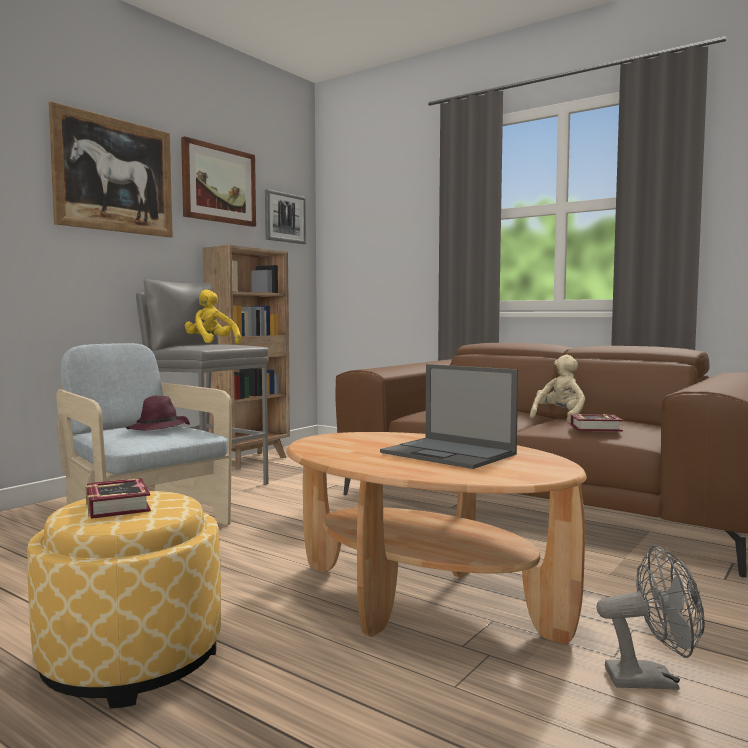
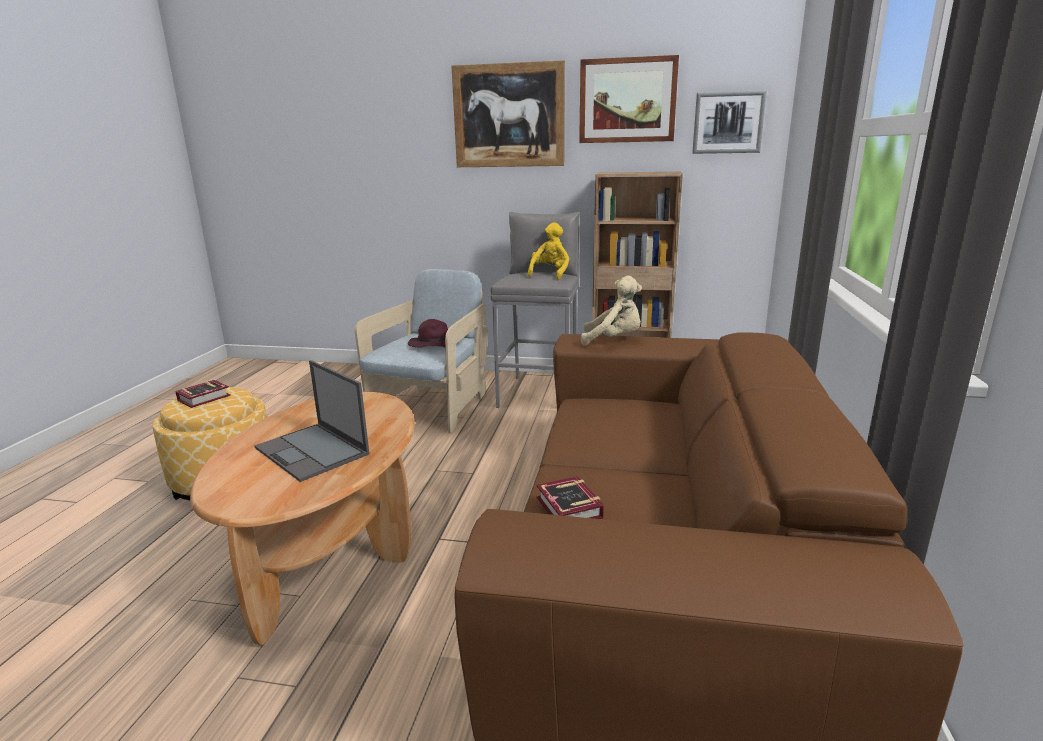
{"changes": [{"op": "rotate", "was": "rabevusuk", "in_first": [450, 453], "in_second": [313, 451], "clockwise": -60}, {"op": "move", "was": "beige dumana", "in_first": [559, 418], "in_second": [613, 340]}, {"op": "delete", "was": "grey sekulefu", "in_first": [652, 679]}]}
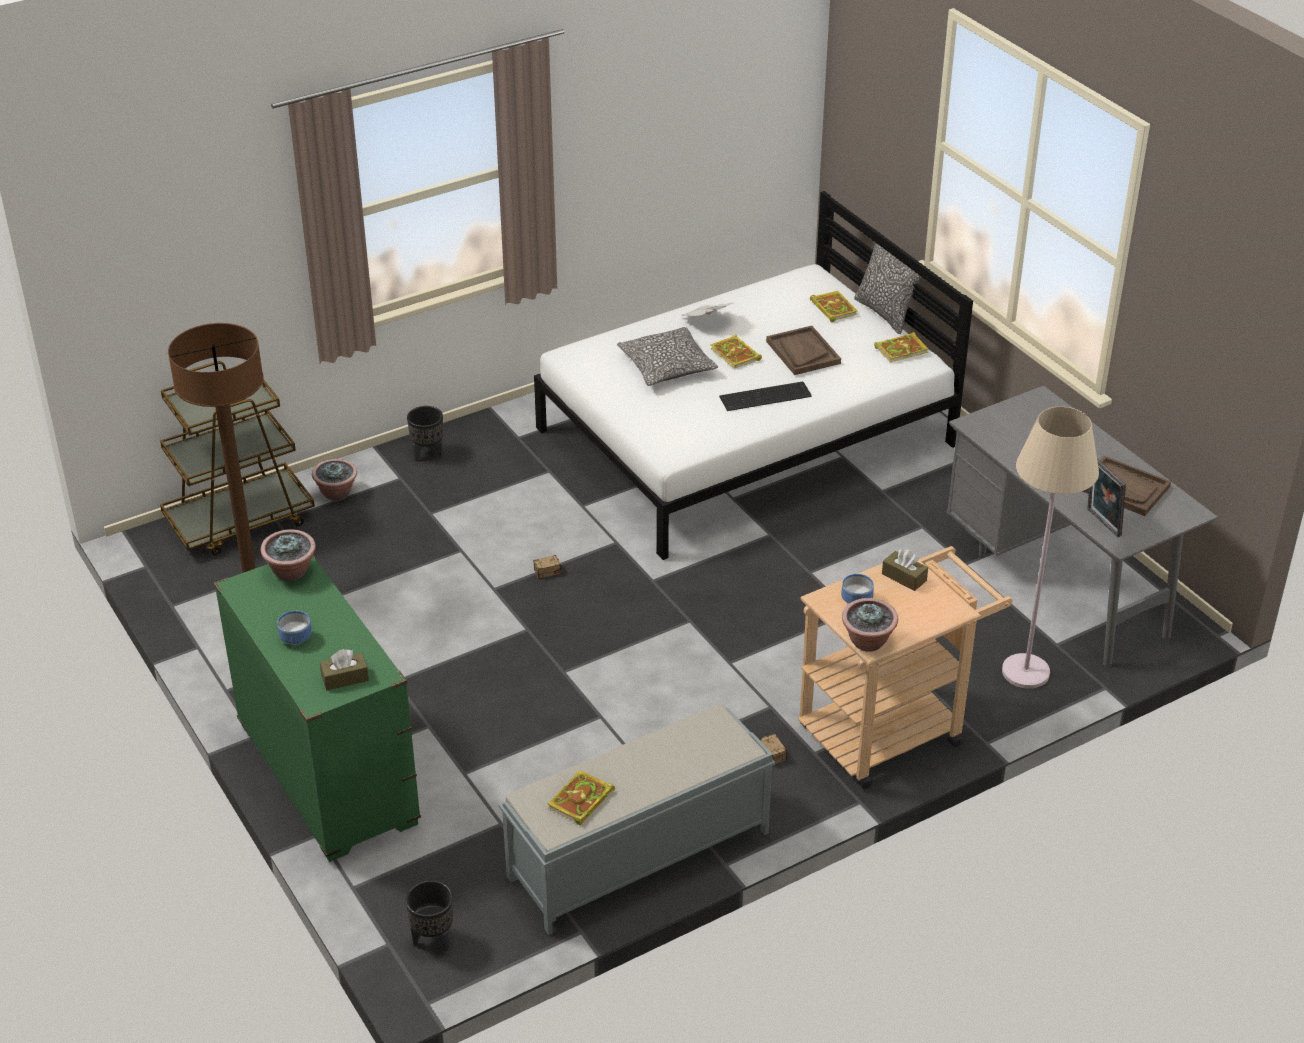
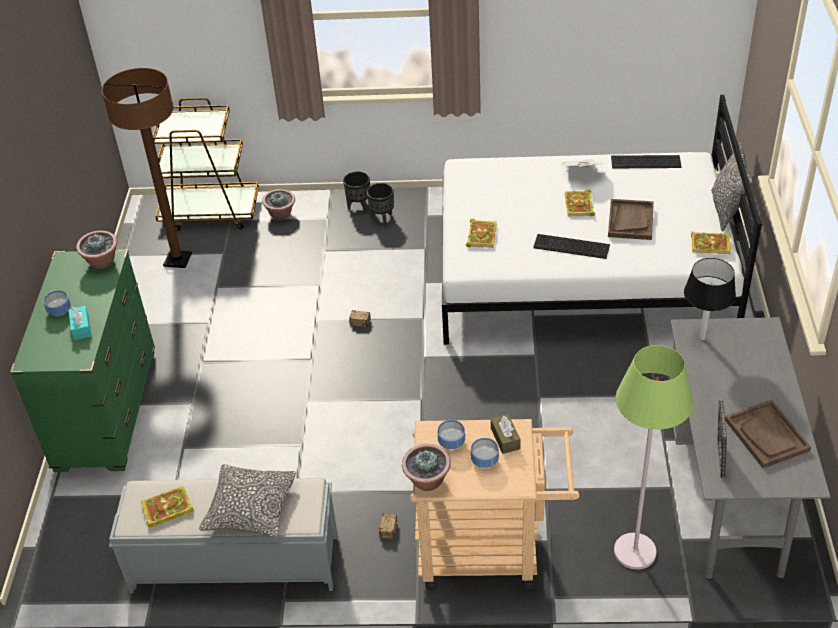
{"changes": [{"op": "delete", "was": "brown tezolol", "in_first": [345, 678]}, {"op": "move", "was": "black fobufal", "in_first": [432, 939], "in_second": [382, 219]}, {"op": "move", "was": "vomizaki", "in_first": [667, 366], "in_second": [250, 508]}, {"op": "move", "was": "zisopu", "in_first": [832, 308], "in_second": [481, 235]}, {"op": "recolor", "was": "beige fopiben", "now": "green fopiben", "in_first": [1026, 672], "in_second": [635, 552]}, {"op": "insert", "now": "turquoise tezolol", "in_second": [81, 327]}, {"op": "insert", "now": "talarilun", "in_second": [485, 461]}, {"op": "insert", "now": "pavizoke", "in_second": [646, 162]}, {"op": "insert", "now": "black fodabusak", "in_second": [702, 338]}]}
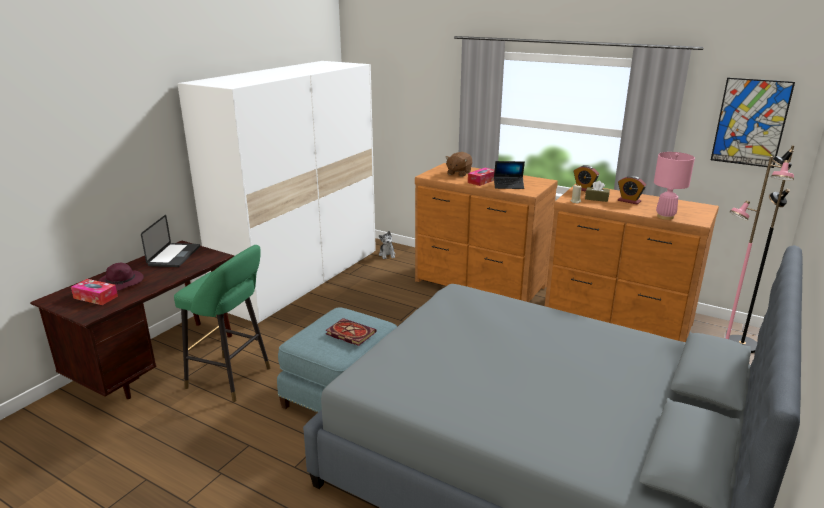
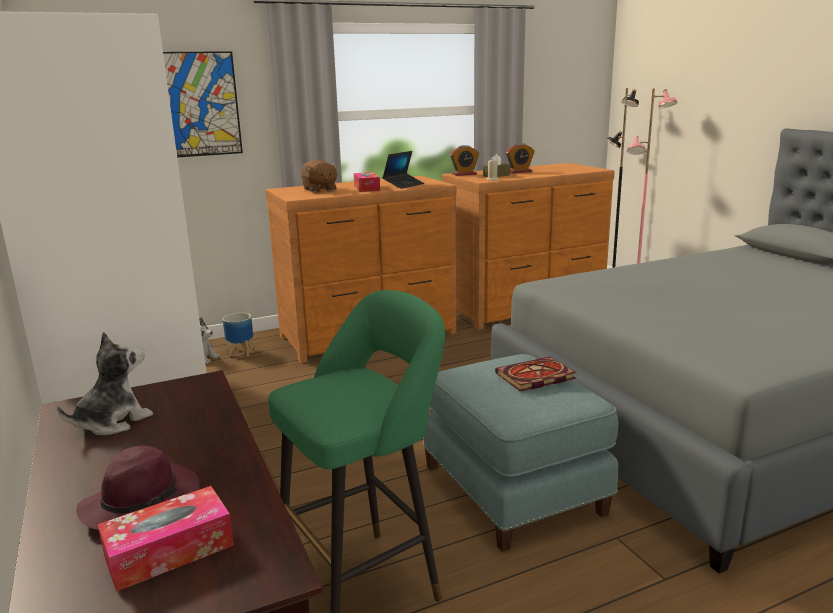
{"changes": [{"op": "replace", "was": "rabevusuk", "now": "dumana", "in_first": [174, 256], "in_second": [112, 422]}, {"op": "delete", "was": "pink fodabusak", "in_first": [665, 217]}, {"op": "move", "was": "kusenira", "in_first": [750, 122], "in_second": [202, 104]}, {"op": "insert", "now": "fobufal", "in_second": [240, 352]}]}
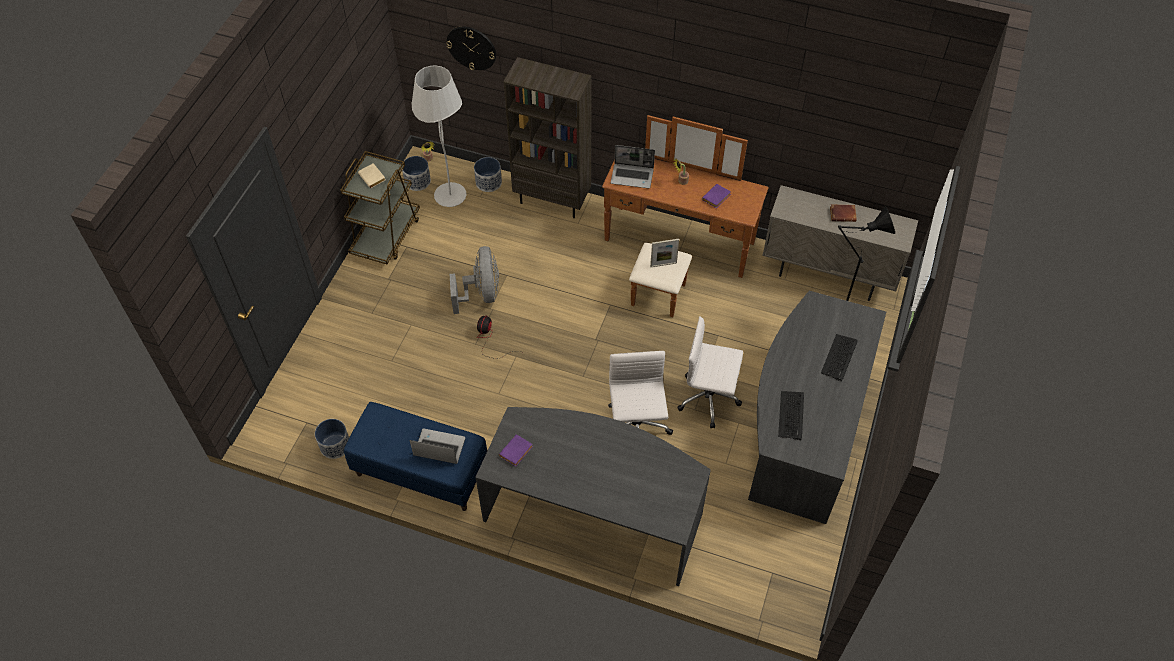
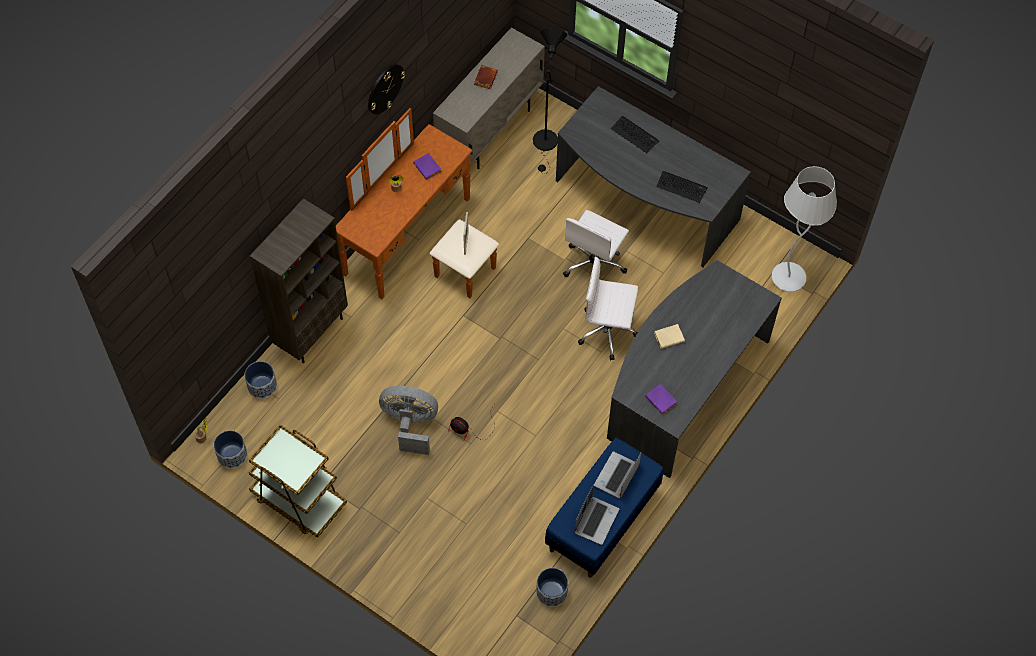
{"changes": [{"op": "move", "was": "beige zisopu", "in_first": [373, 177], "in_second": [669, 337]}, {"op": "move", "was": "white fopiben", "in_first": [450, 196], "in_second": [788, 278]}, {"op": "move", "was": "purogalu", "in_first": [471, 47], "in_second": [385, 88]}, {"op": "move", "was": "rabevusuk", "in_first": [632, 176], "in_second": [596, 520]}]}
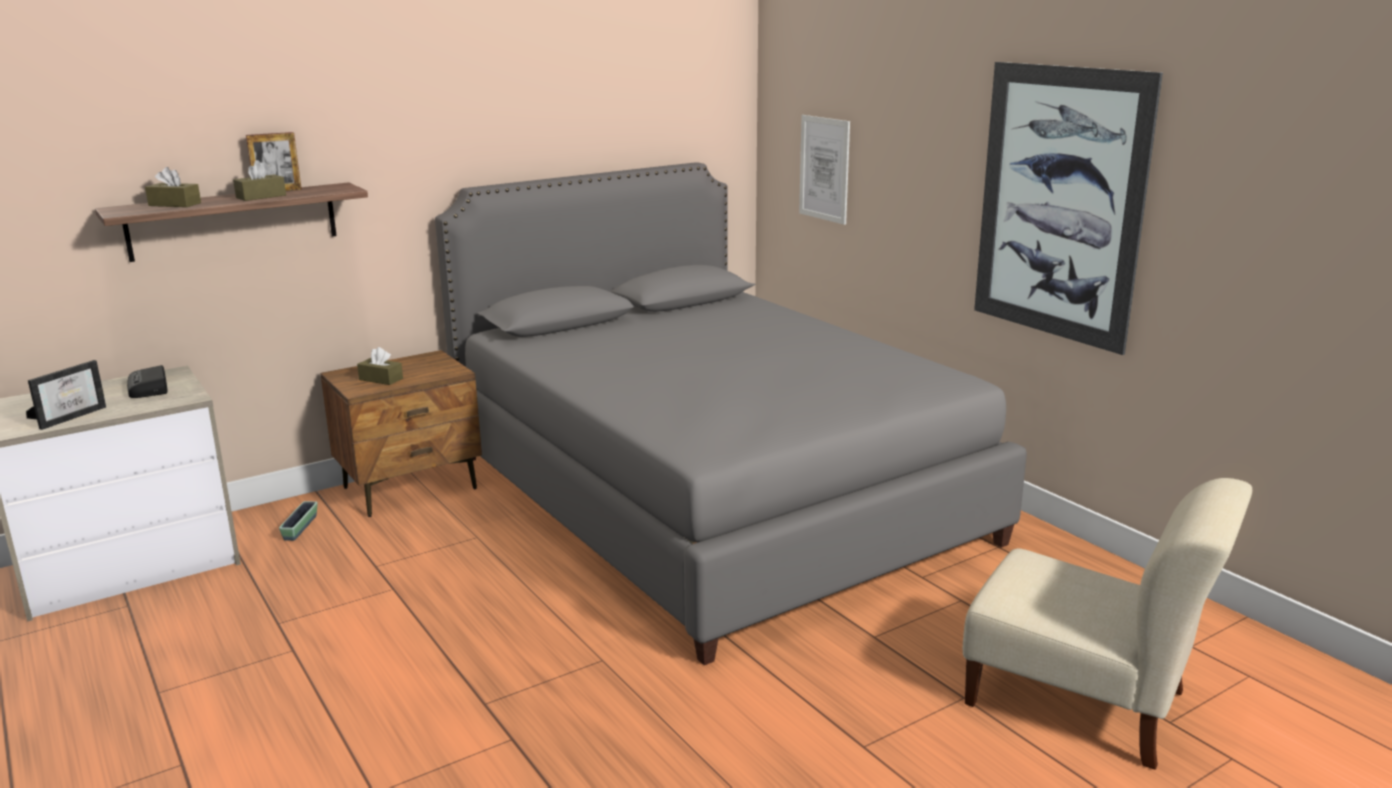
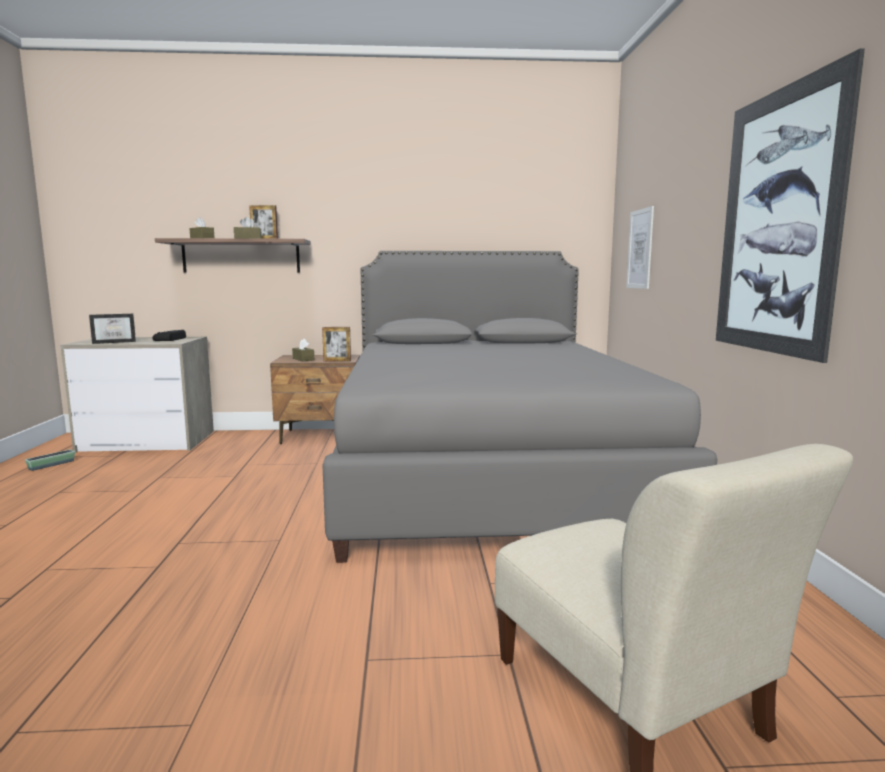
{"changes": [{"op": "move", "was": "fobufal", "in_first": [300, 528], "in_second": [51, 465]}, {"op": "insert", "now": "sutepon", "in_second": [337, 361]}]}
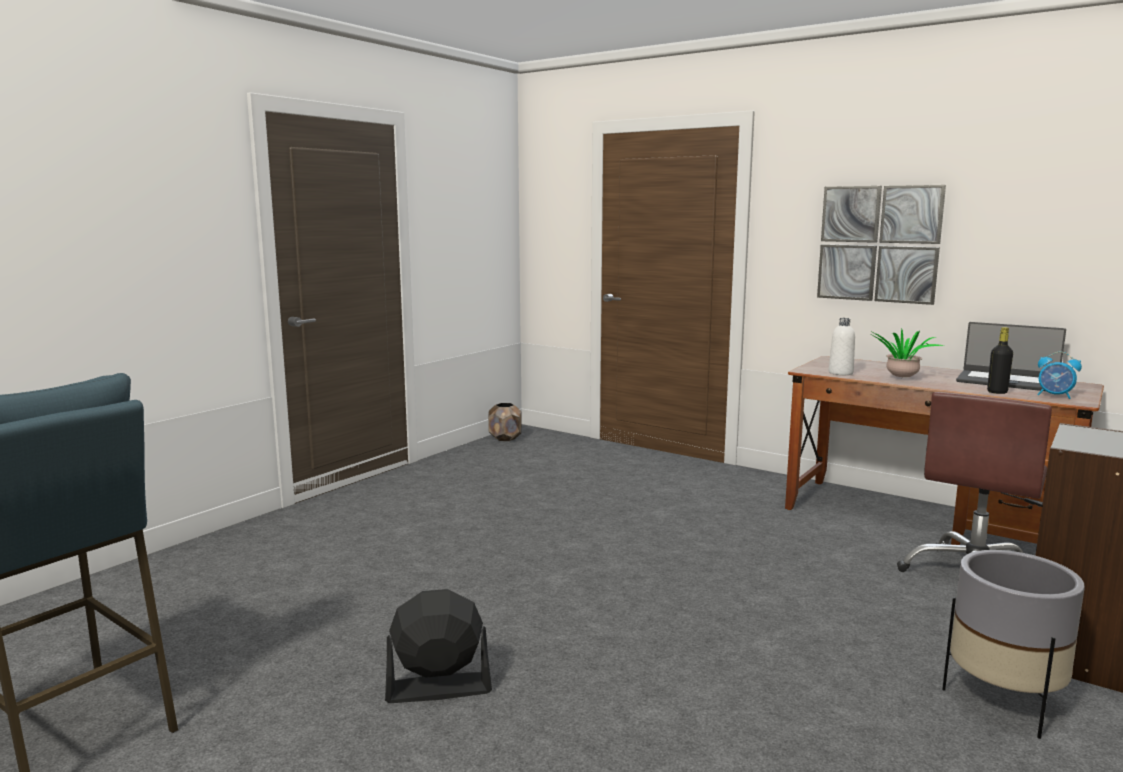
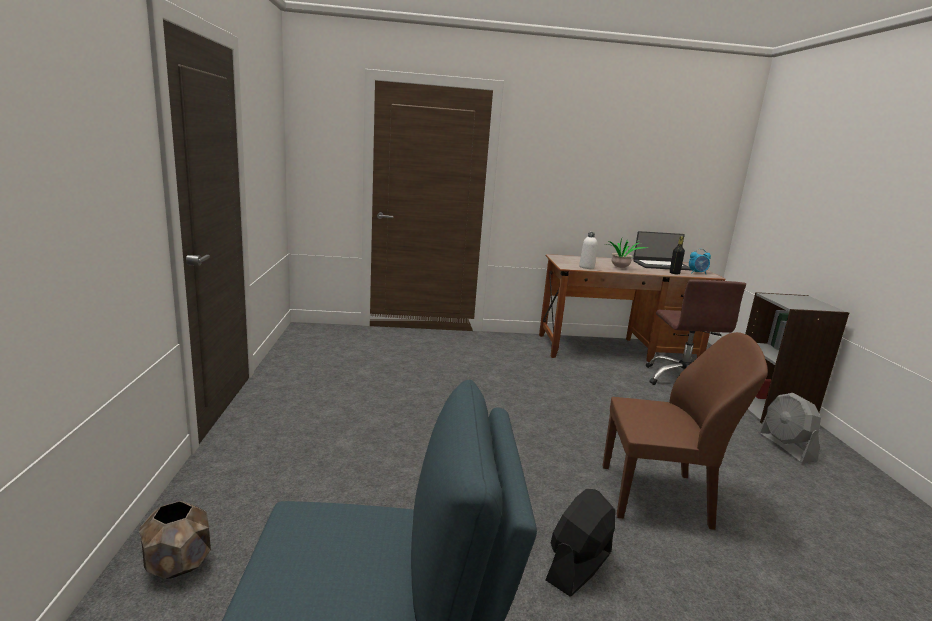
{"changes": [{"op": "move", "was": "brown fobufal", "in_first": [505, 438], "in_second": [179, 564]}, {"op": "delete", "was": "kusenira", "in_first": [878, 244]}, {"op": "replace", "was": "grey fobufal", "now": "grey sekulefu", "in_first": [1003, 703], "in_second": [786, 447]}, {"op": "insert", "now": "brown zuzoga", "in_second": [658, 496]}]}
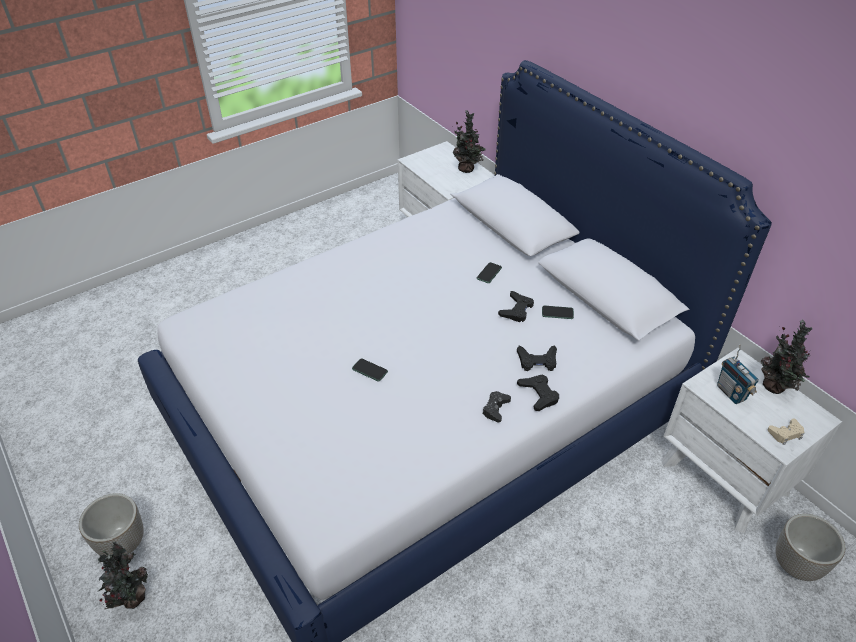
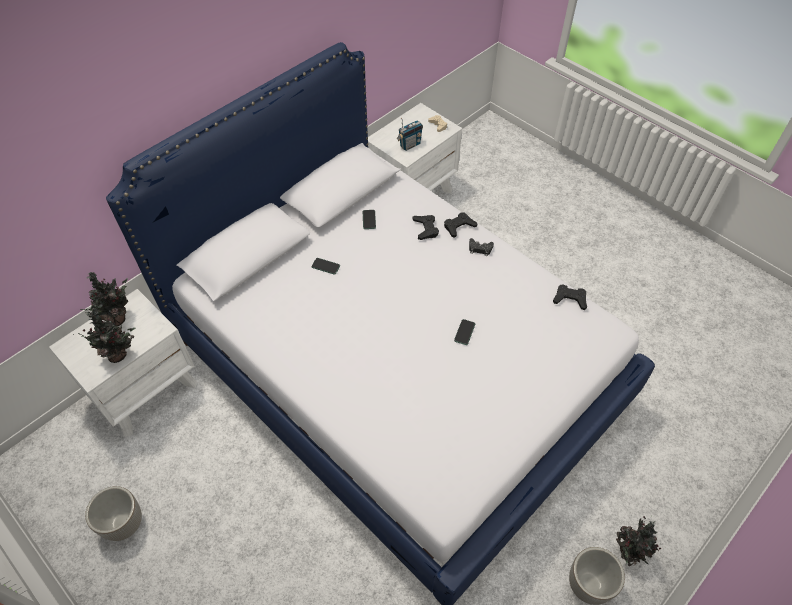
{"changes": [{"op": "move", "was": "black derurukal", "in_first": [516, 310], "in_second": [570, 299]}, {"op": "move", "was": "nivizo", "in_first": [775, 388], "in_second": [119, 354]}, {"op": "move", "was": "fobufal", "in_first": [797, 565], "in_second": [125, 523]}]}
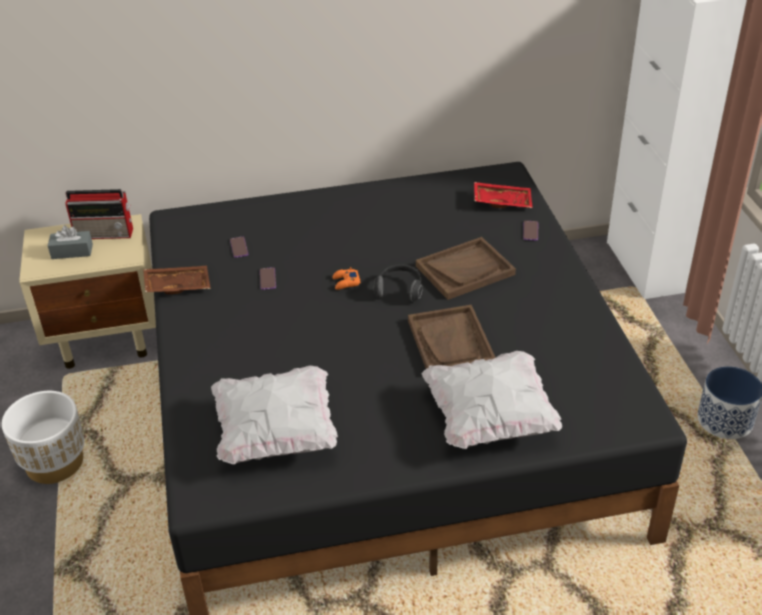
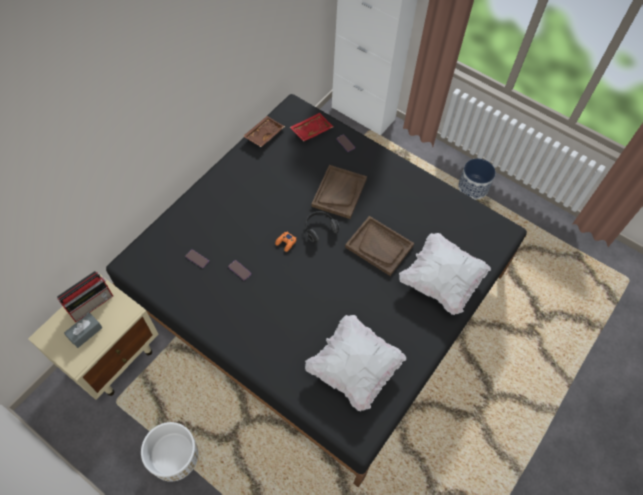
{"changes": [{"op": "move", "was": "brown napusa", "in_first": [178, 285], "in_second": [263, 134]}]}
